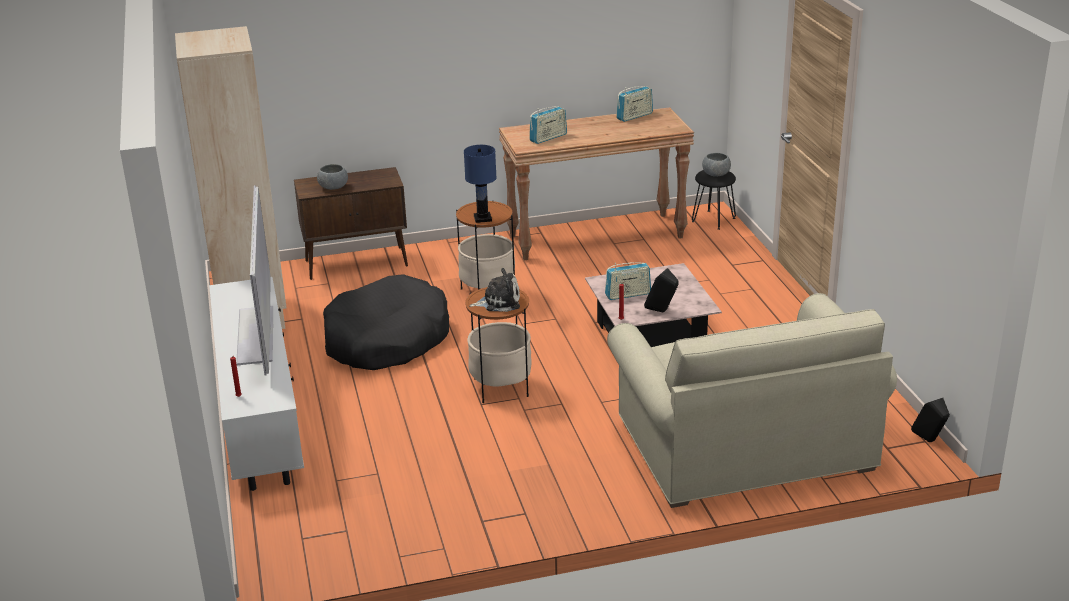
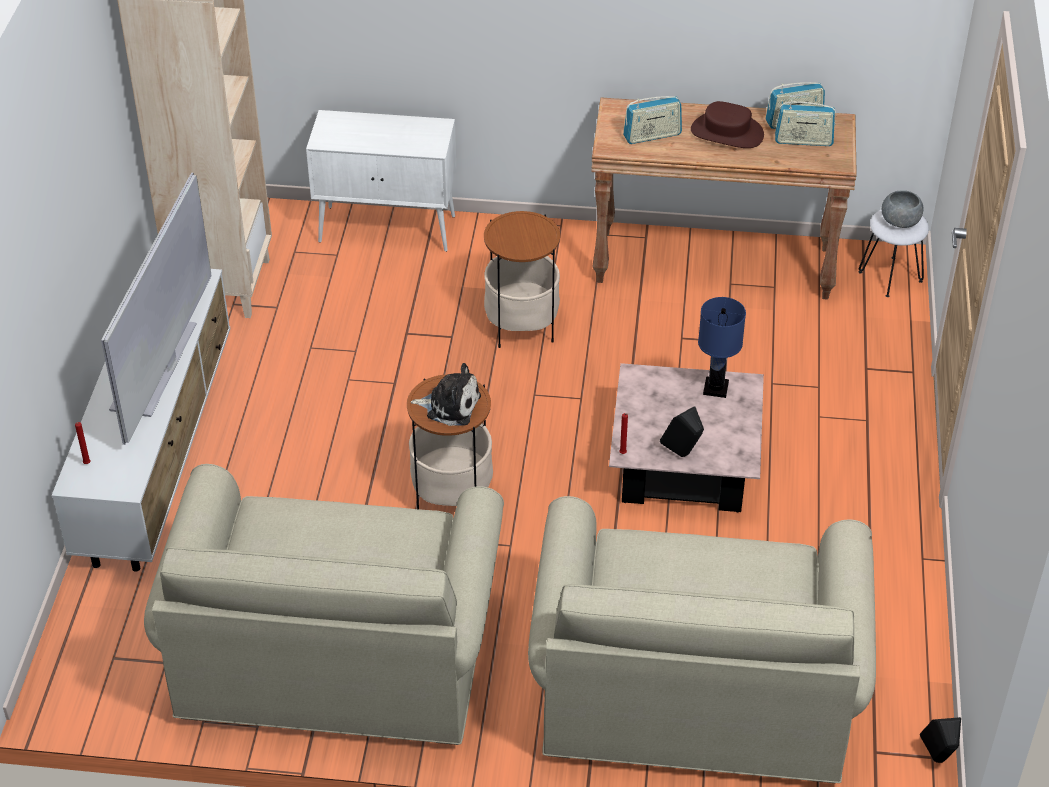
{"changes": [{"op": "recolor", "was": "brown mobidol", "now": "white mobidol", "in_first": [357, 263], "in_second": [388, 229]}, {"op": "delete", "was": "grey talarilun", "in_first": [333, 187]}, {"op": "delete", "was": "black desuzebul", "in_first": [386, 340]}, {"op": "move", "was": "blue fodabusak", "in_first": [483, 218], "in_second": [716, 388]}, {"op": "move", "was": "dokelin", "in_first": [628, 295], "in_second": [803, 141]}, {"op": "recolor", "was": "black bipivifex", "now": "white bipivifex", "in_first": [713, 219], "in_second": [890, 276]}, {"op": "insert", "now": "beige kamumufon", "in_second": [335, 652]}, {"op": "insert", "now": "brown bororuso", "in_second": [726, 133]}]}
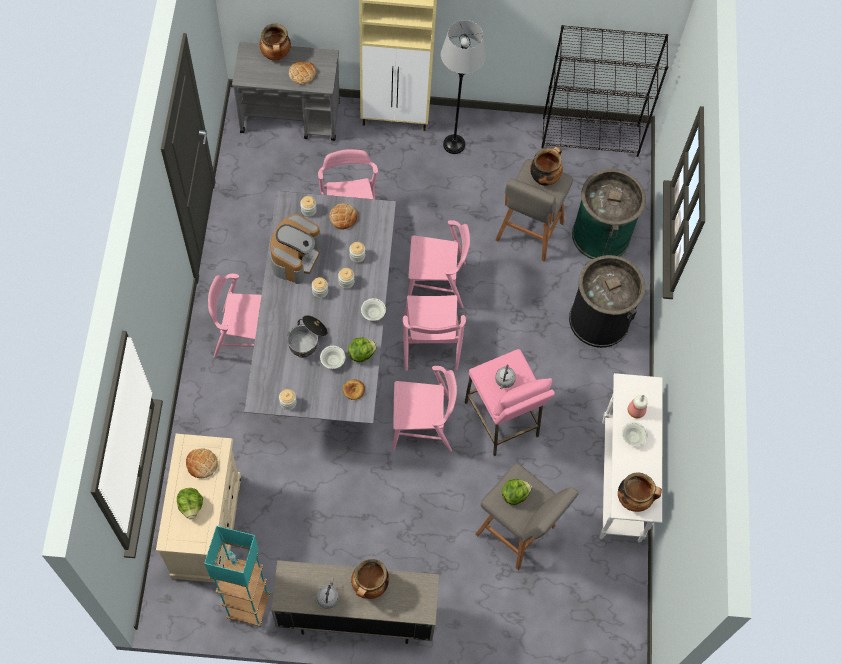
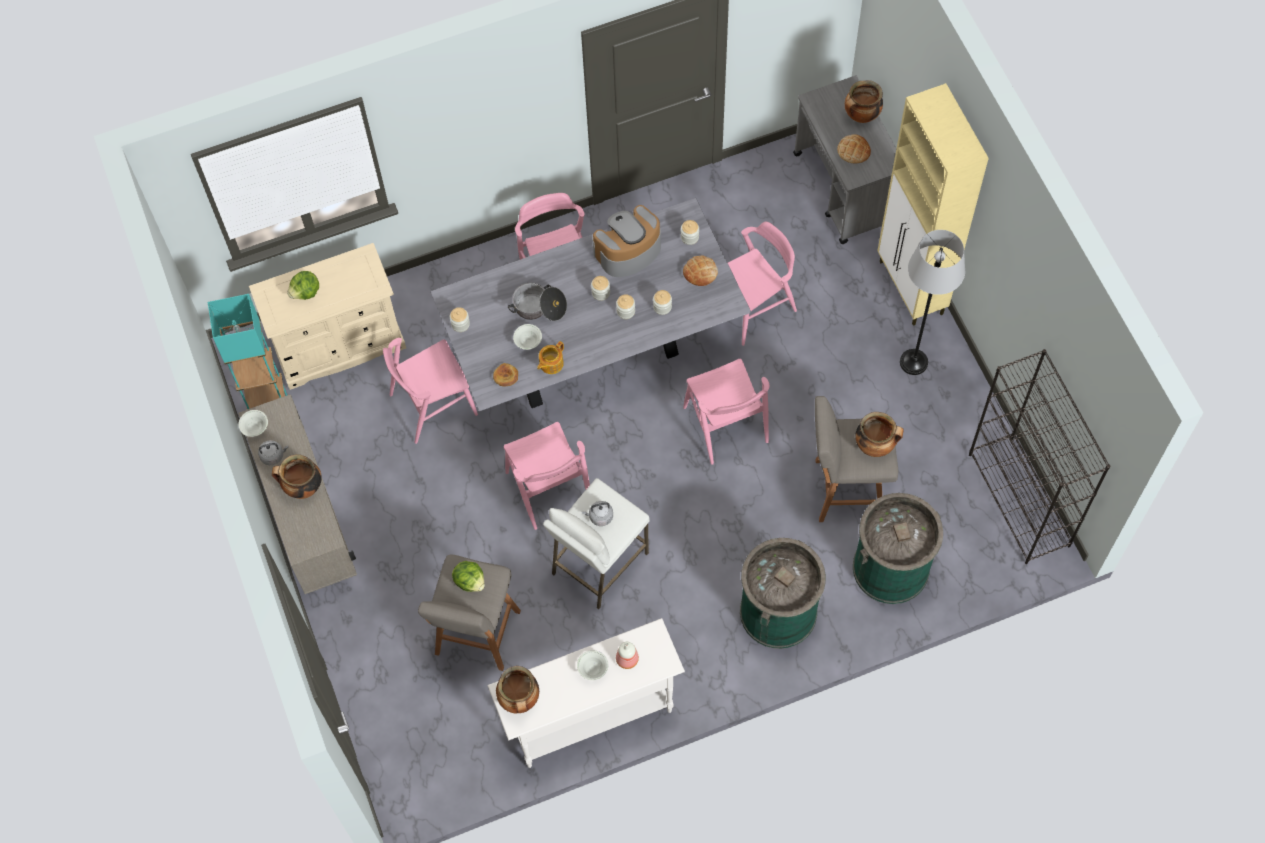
{"changes": [{"op": "delete", "was": "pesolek", "in_first": [202, 464]}, {"op": "rotate", "was": "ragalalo", "in_first": [295, 256], "in_second": [628, 251], "clockwise": 150}, {"op": "replace", "was": "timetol", "now": "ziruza", "in_first": [361, 353], "in_second": [550, 364]}, {"op": "move", "was": "white talarilun", "in_first": [373, 313], "in_second": [255, 428]}, {"op": "move", "was": "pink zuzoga", "in_first": [430, 344], "in_second": [433, 404]}, {"op": "recolor", "was": "pink bipivifex", "now": "white bipivifex", "in_first": [502, 419], "in_second": [599, 563]}, {"op": "recolor", "was": "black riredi", "now": "green riredi", "in_first": [599, 319], "in_second": [778, 611]}]}
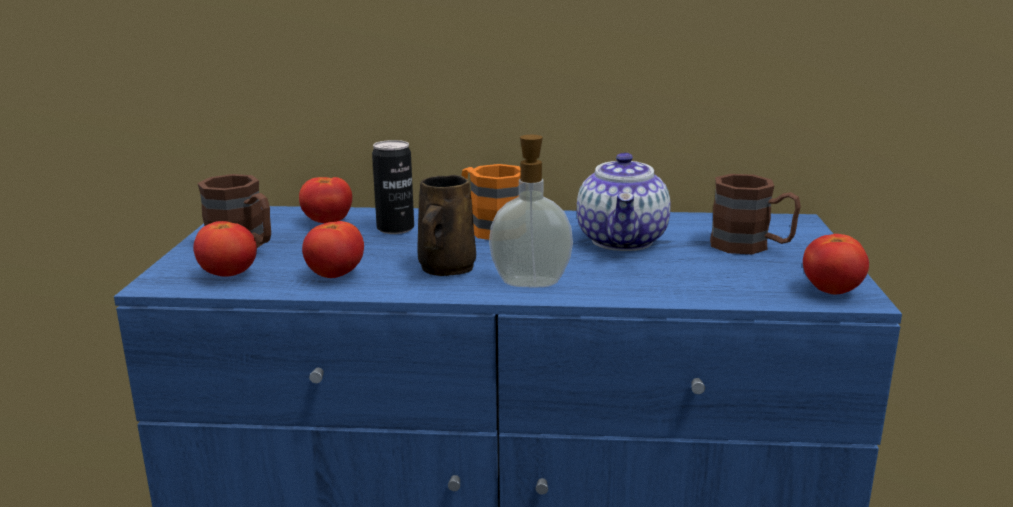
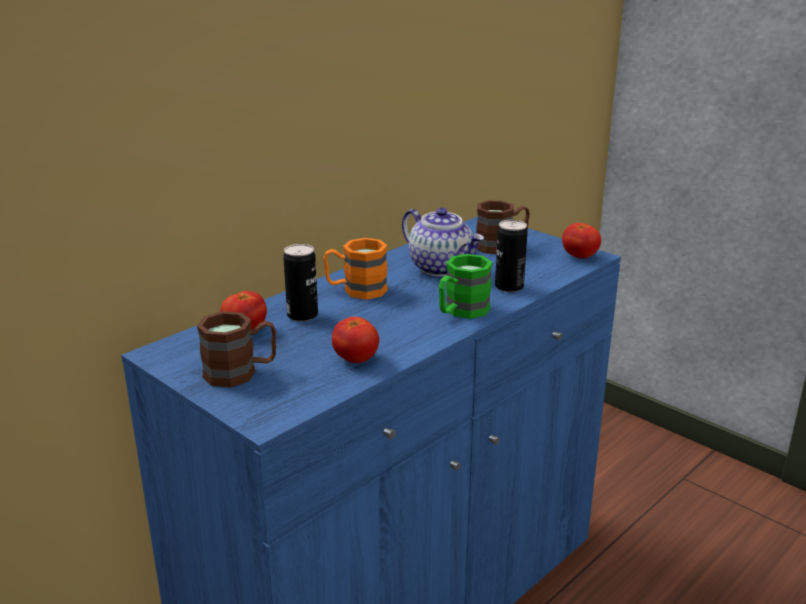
{"changes": [{"op": "delete", "was": "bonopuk", "in_first": [228, 275]}, {"op": "delete", "was": "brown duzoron", "in_first": [445, 269]}, {"op": "replace", "was": "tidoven", "now": "green duzoron", "in_first": [530, 282], "in_second": [461, 312]}, {"op": "insert", "now": "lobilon", "in_second": [509, 287]}]}
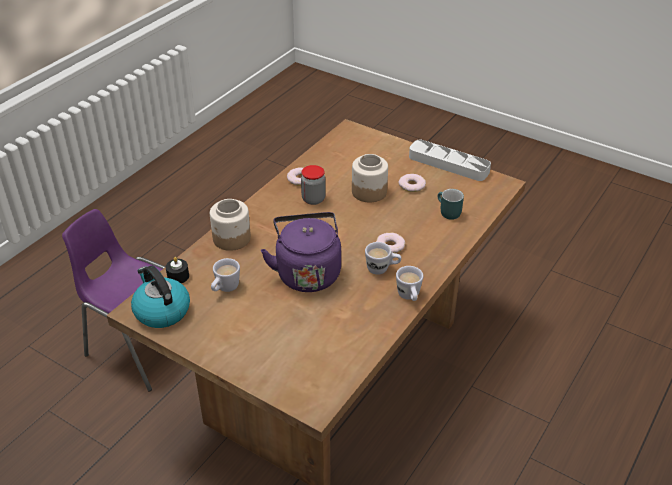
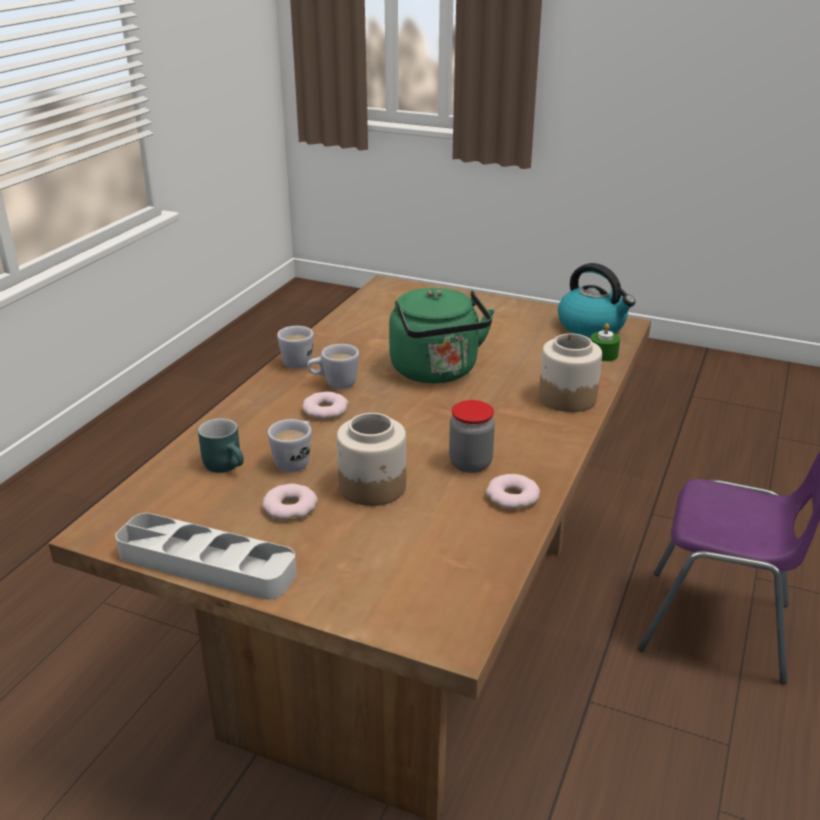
{"changes": [{"op": "recolor", "was": "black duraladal", "now": "green duraladal", "in_first": [178, 276], "in_second": [603, 354]}, {"op": "move", "was": "white duzoron", "in_first": [225, 289], "in_second": [296, 461]}, {"op": "recolor", "was": "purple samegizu", "now": "green samegizu", "in_first": [307, 272], "in_second": [437, 372]}]}
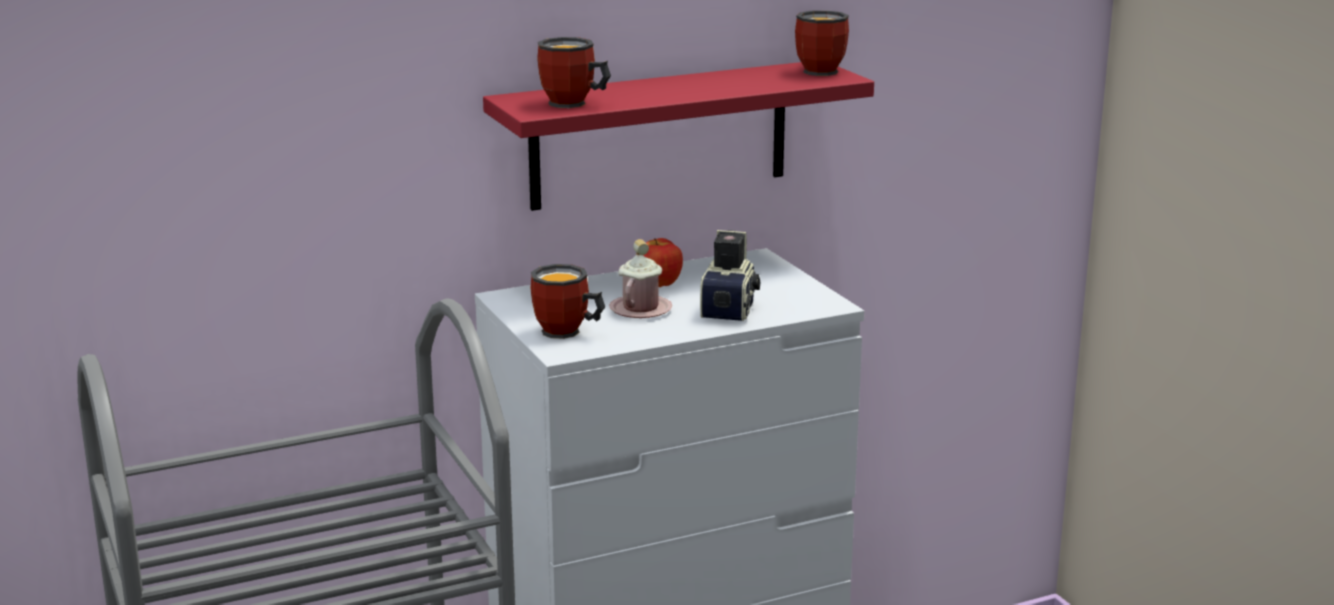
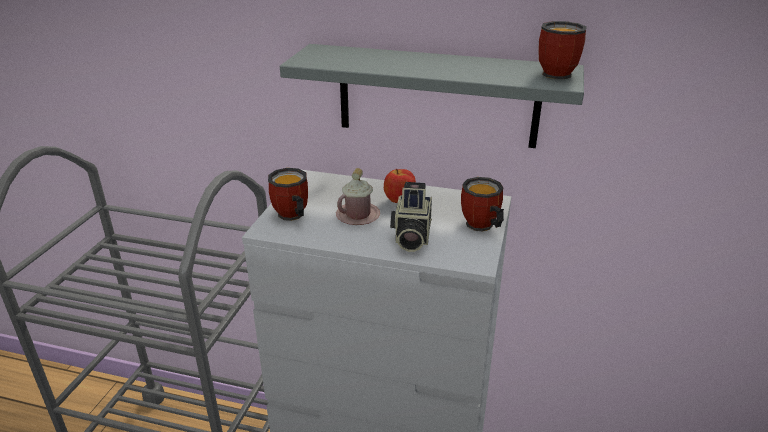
{"changes": [{"op": "recolor", "was": "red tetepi", "now": "grey tetepi", "in_first": [659, 135], "in_second": [437, 96]}, {"op": "move", "was": "duzoron", "in_first": [572, 104], "in_second": [480, 227]}, {"op": "rotate", "was": "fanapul", "in_first": [731, 308], "in_second": [410, 237], "clockwise": 135}]}
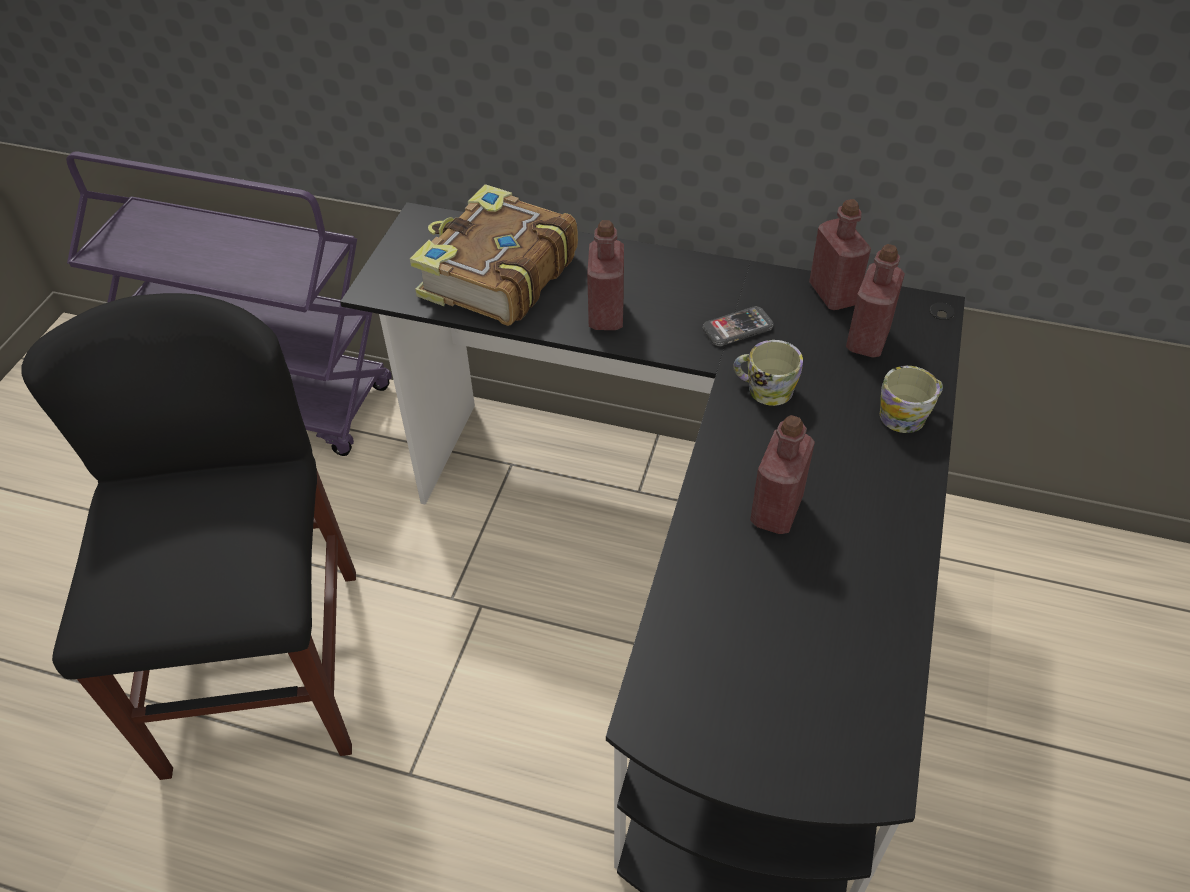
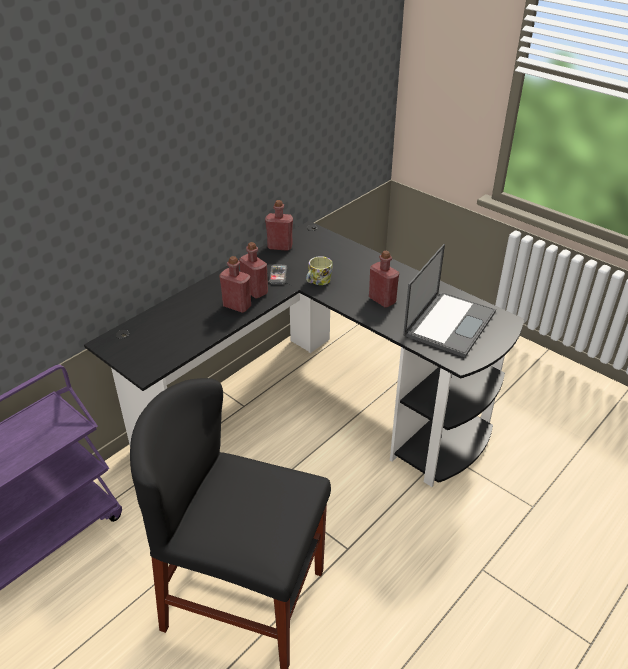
{"changes": [{"op": "delete", "was": "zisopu", "in_first": [496, 276]}, {"op": "move", "was": "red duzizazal", "in_first": [867, 340], "in_second": [254, 291]}, {"op": "delete", "was": "duzoron", "in_first": [908, 415]}, {"op": "insert", "now": "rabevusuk", "in_second": [449, 323]}]}
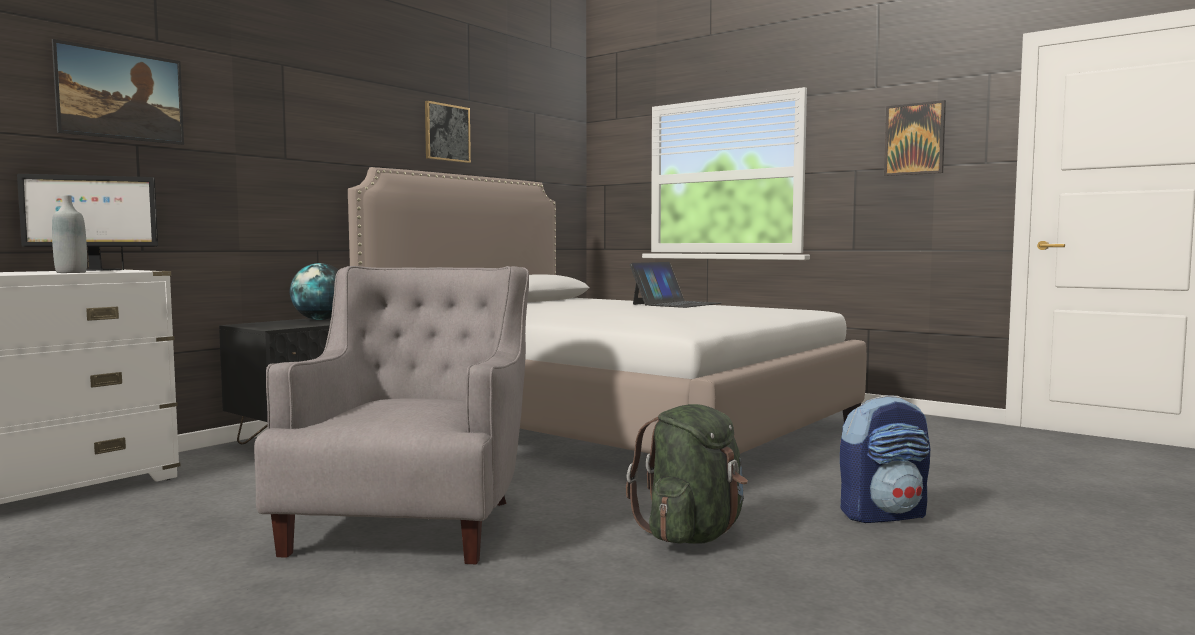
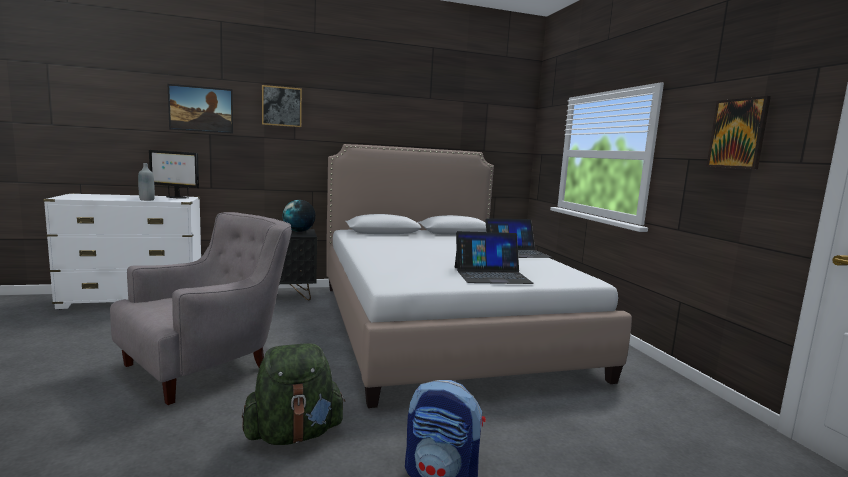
{"changes": [{"op": "move", "was": "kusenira", "in_first": [447, 133], "in_second": [281, 106]}, {"op": "insert", "now": "rabevusuk", "in_second": [491, 275]}]}
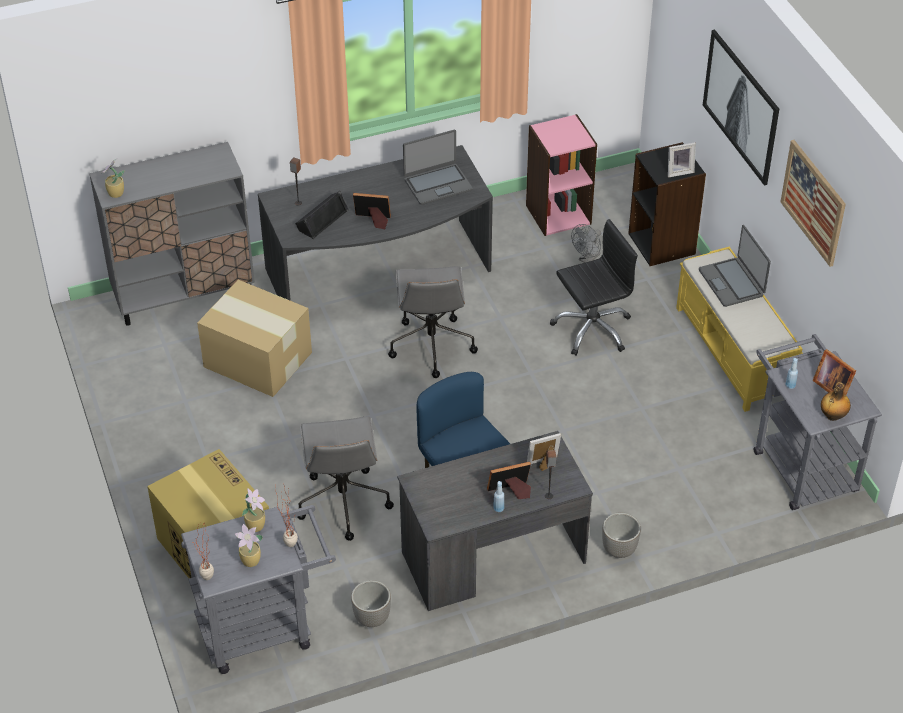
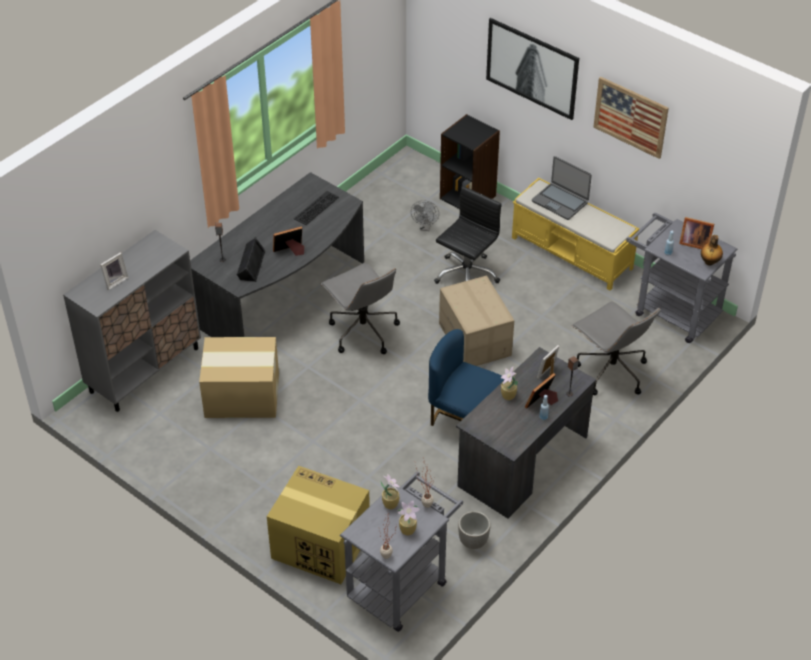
{"changes": [{"op": "move", "was": "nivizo", "in_first": [115, 194], "in_second": [508, 396]}, {"op": "move", "was": "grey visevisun", "in_first": [343, 501], "in_second": [610, 372]}, {"op": "replace", "was": "rabevusuk", "now": "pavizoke", "in_first": [437, 184], "in_second": [316, 207]}, {"op": "delete", "was": "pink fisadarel", "in_first": [558, 214]}, {"op": "delete", "was": "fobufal", "in_first": [619, 550]}, {"op": "move", "was": "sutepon", "in_first": [679, 171], "in_second": [115, 281]}, {"op": "insert", "now": "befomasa", "in_second": [475, 339]}]}
